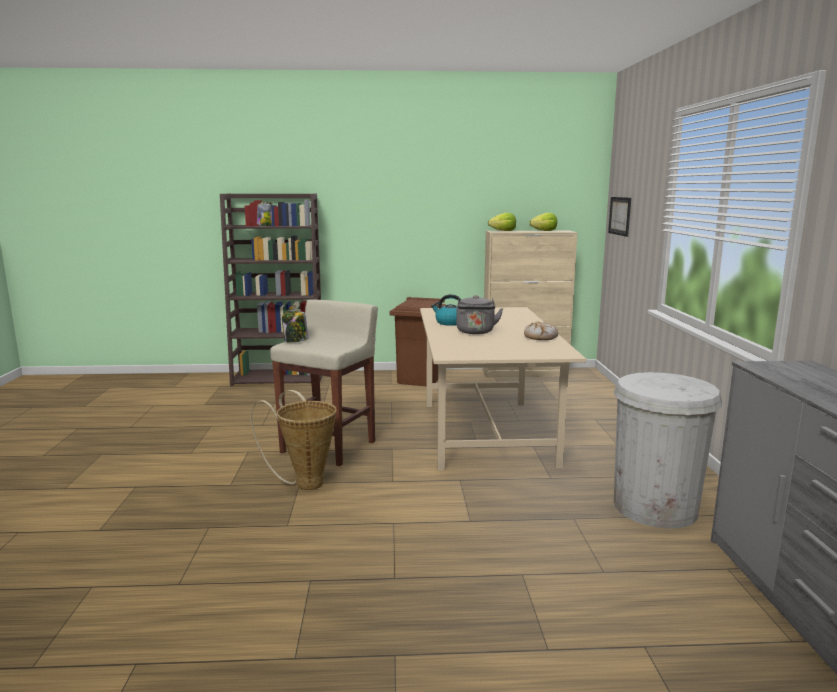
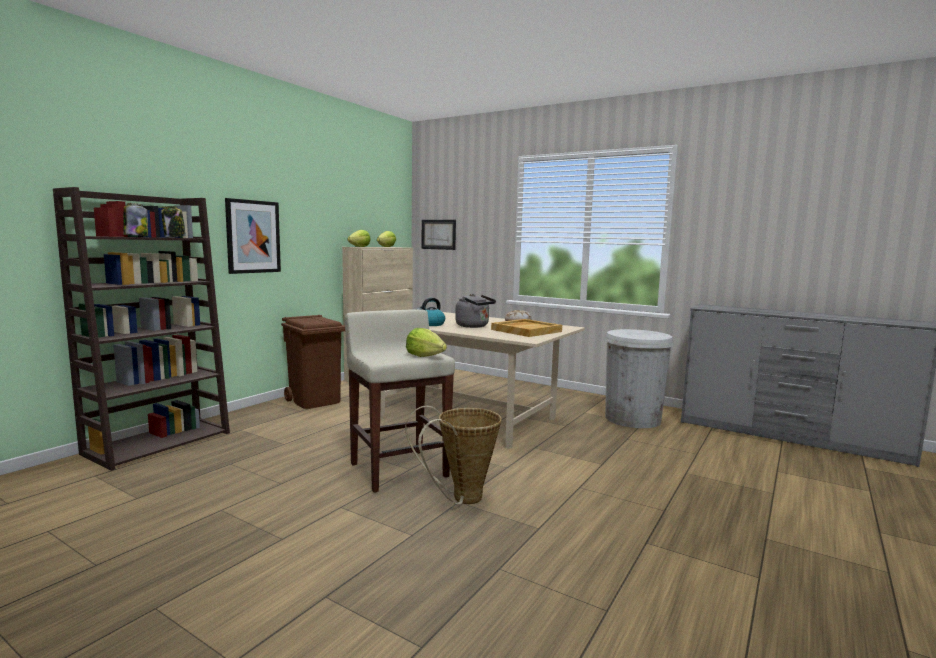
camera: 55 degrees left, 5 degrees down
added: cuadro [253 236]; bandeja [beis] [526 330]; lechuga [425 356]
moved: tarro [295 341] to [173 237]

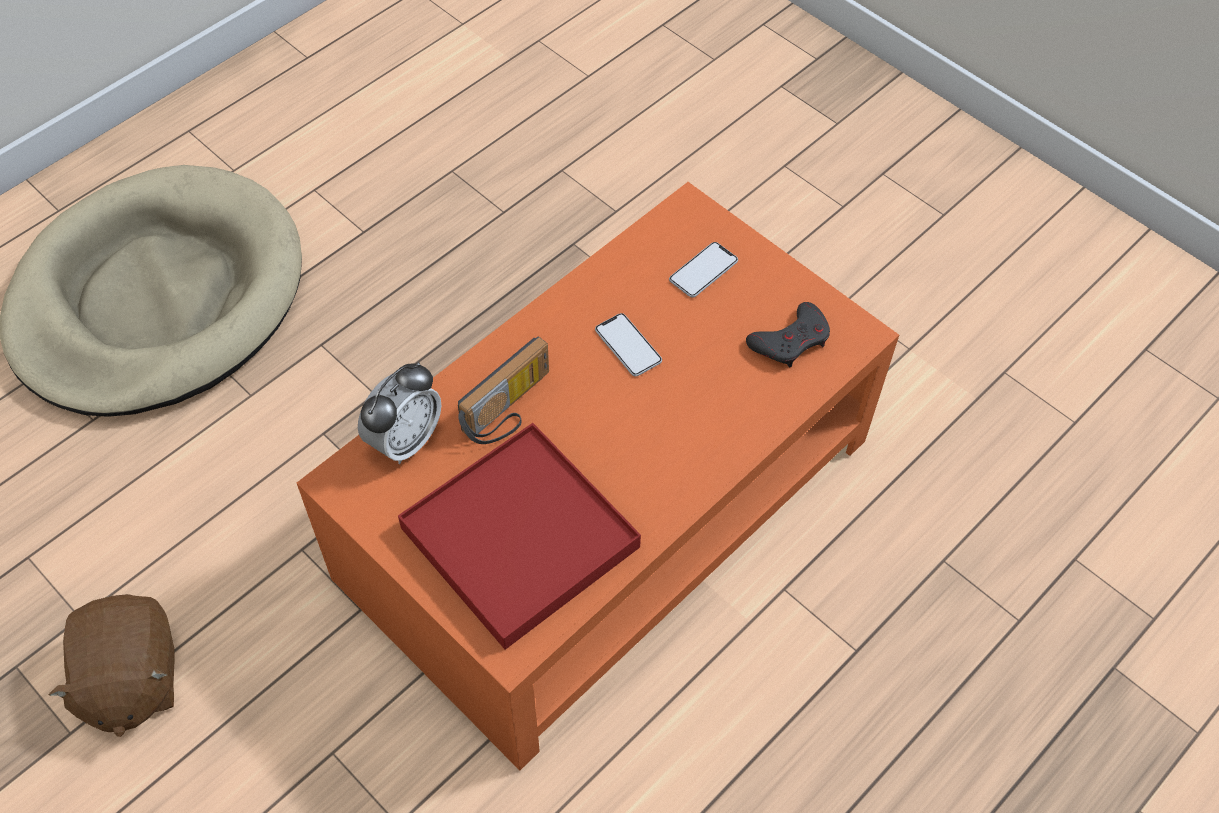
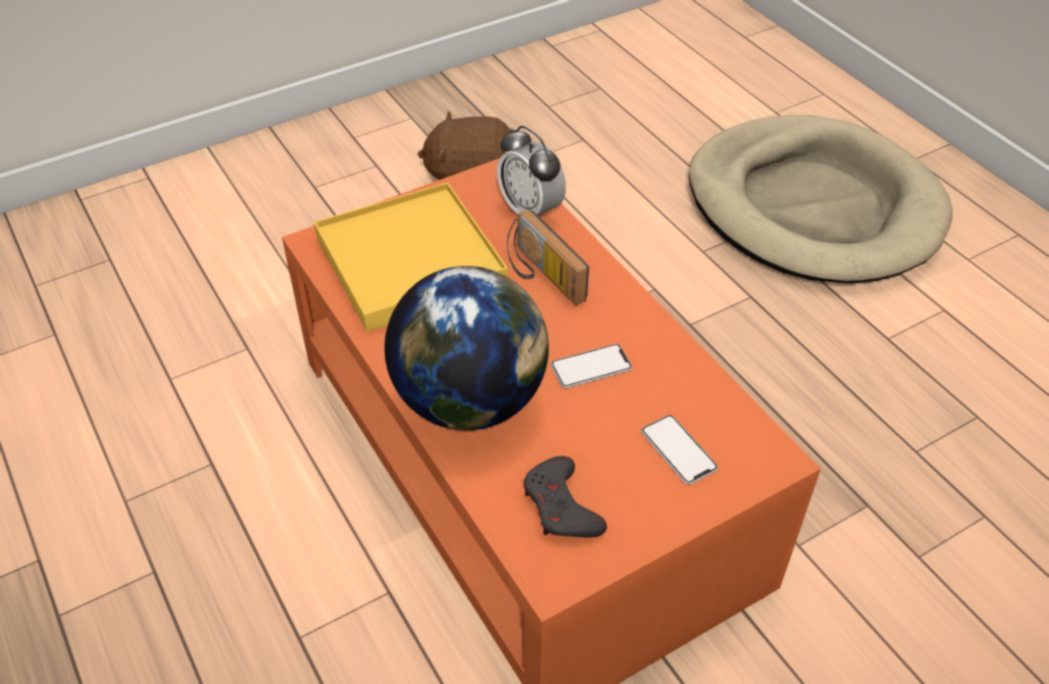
camera: 105 degrees right, 10 degrees down
added: globo terráqueo [470 401]
recoloured: bandeja [rojo] [520 537] to bandeja [amarillo] [411 261]

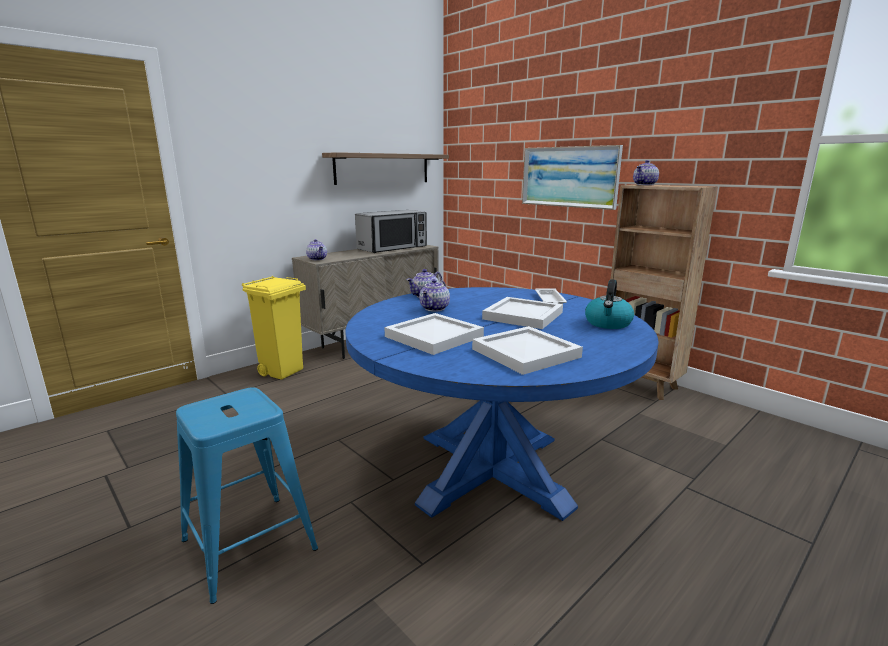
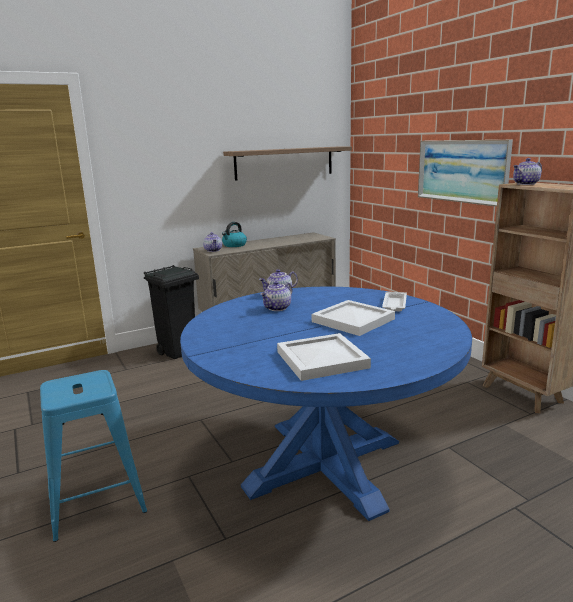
camera: 15 degrees right, 0 degrees up
removed: microondas [393 248]; bandeja [blanco] [434 337]
moved: hervidor [608 323] to [234 245]
recoloured: papelera [amarillo] [282 371] to papelera [negro] [178 352]

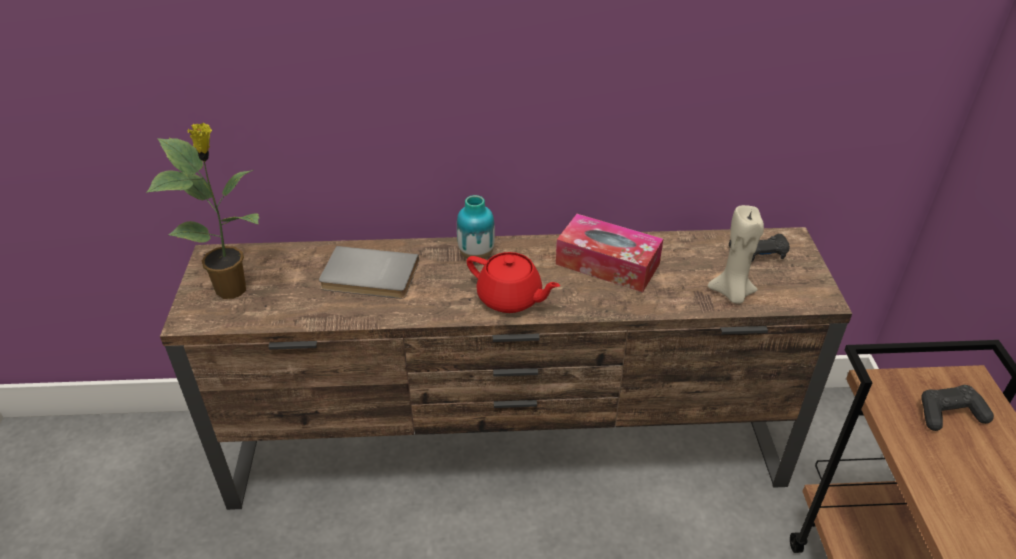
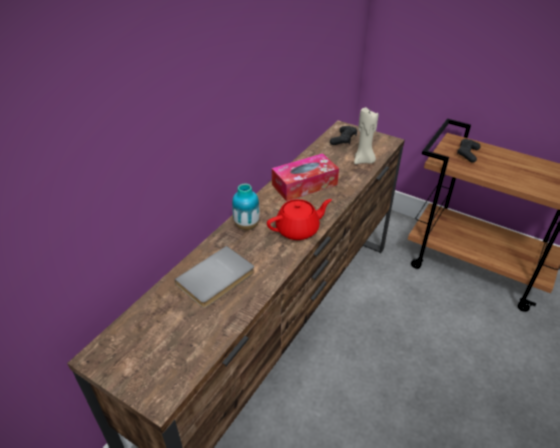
camera: 55 degrees left, 0 degrees up
removed: planta en maceta [234 289]

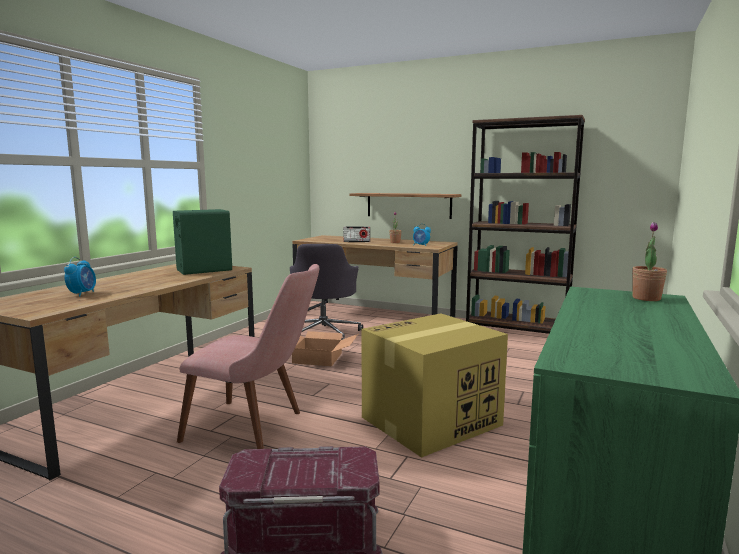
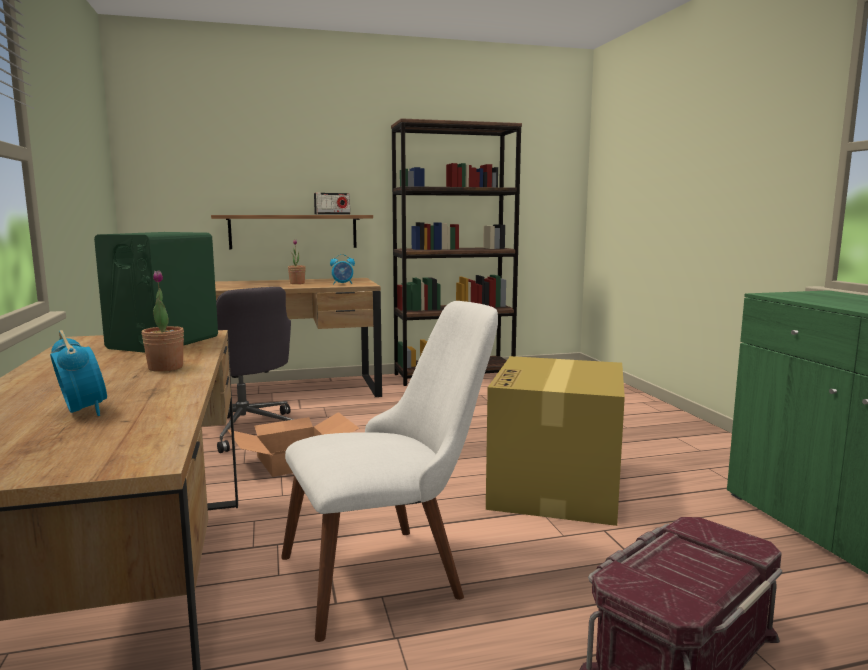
camera: 40 degrees left, 0 degrees up
moved: planta en maceta [646 298] to [165 368]; radio [356 242] to [332 214]
recoloured: silla [rosa] [257 427] to silla [blanco] [392 570]

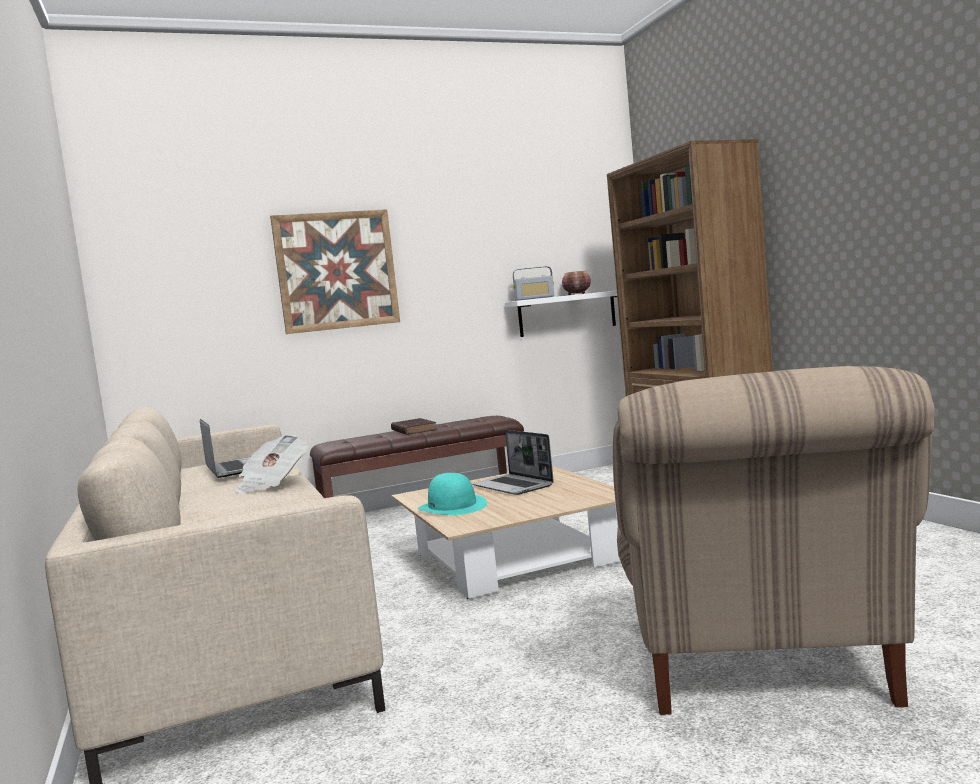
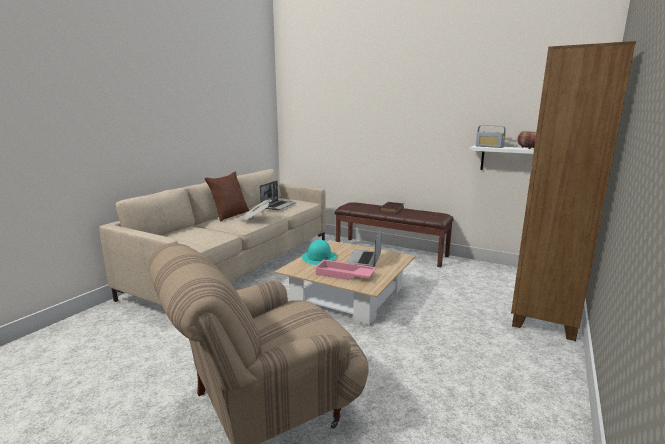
camera: 50 degrees right, 10 degrees up
removed: cuadro [336 271]
added: cojín [marrón] [230 215]; bandeja [rosa] [344 275]

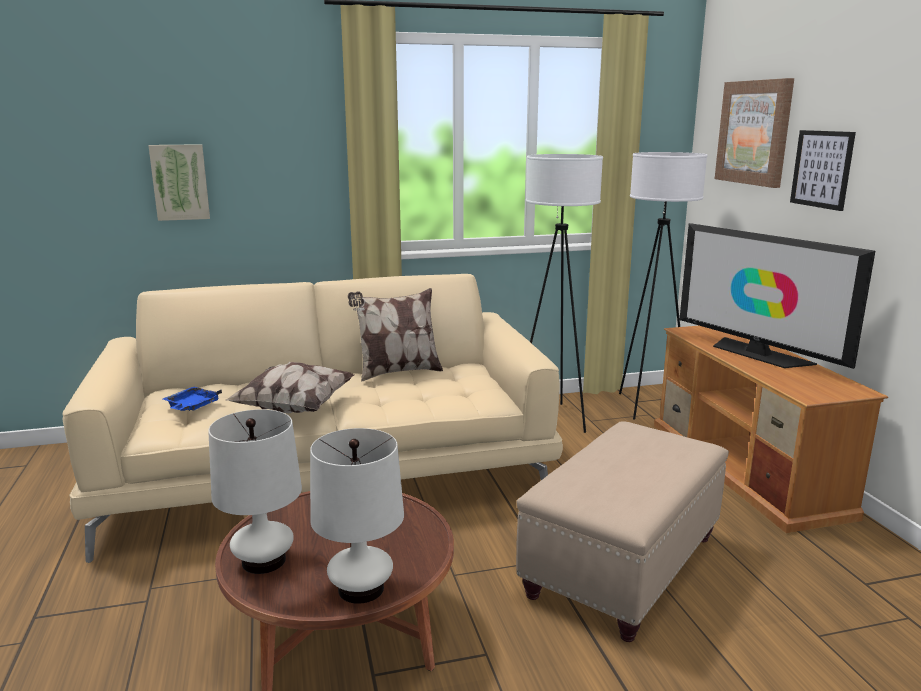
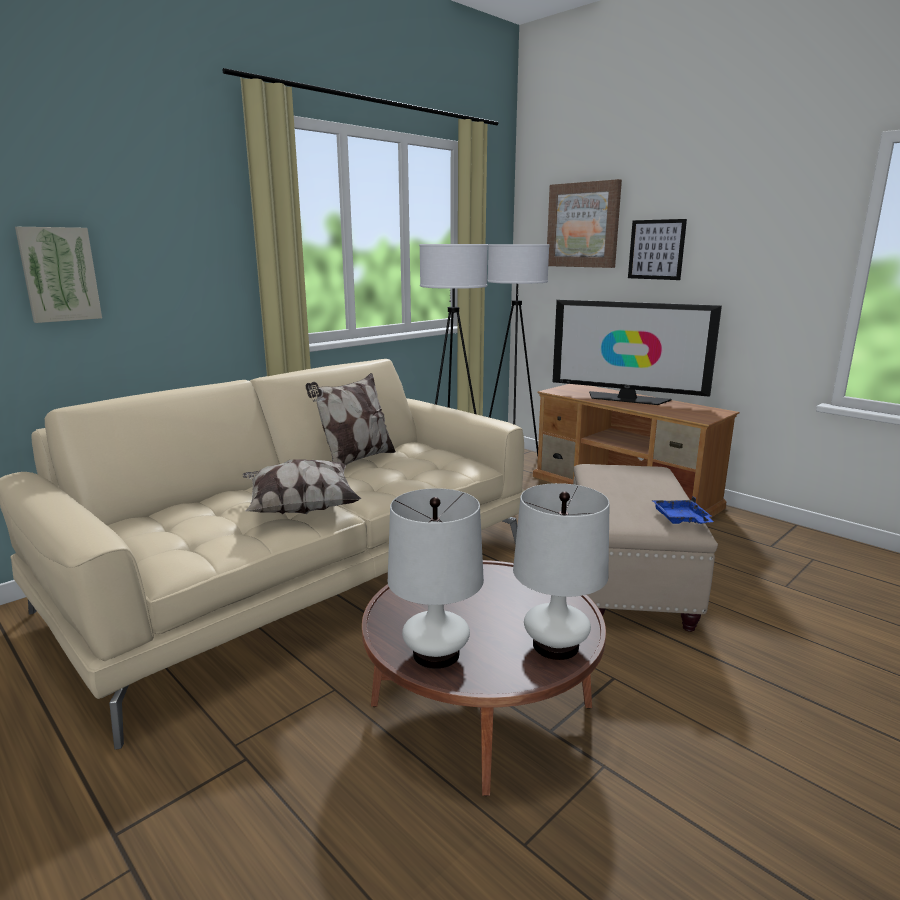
camera: 30 degrees left, 0 degrees up
moved: bandeja [azul] [191 406] to [681 519]

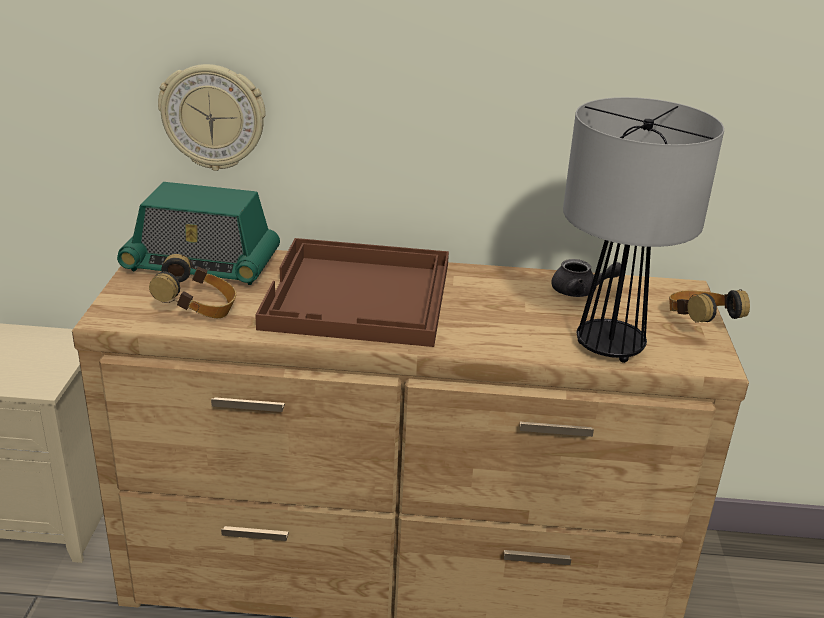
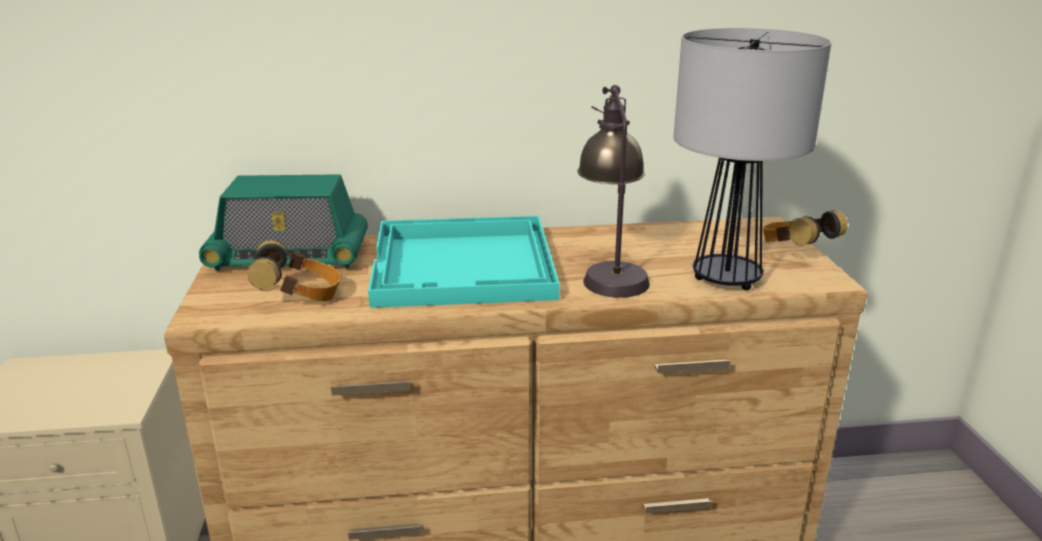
camera: 10 degrees left, 5 degrees down
removed: reloj de pared [213 117]; tetera [gris] [580 291]
added: lámpara de mesa [610 271]
recoloured: bandeja [marrón] [360 296] to bandeja [turquesa] [464 265]

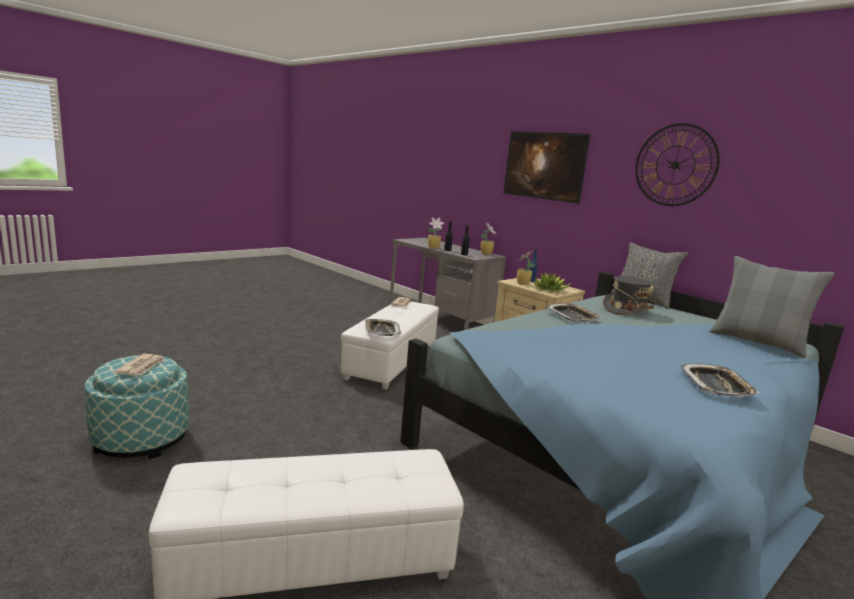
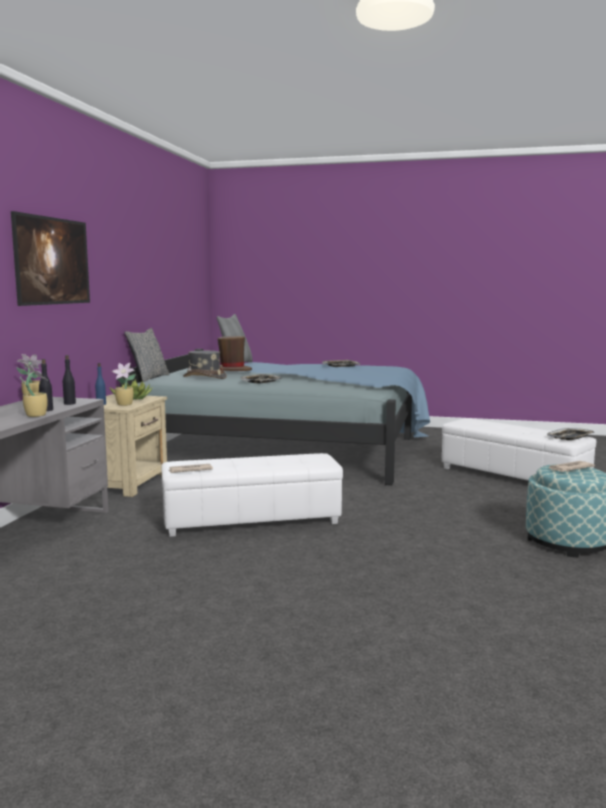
camera: 120 degrees left, 5 degrees down
removed: reloj de pared [675 165]
added: sombrero [marrón] [232 369]
moved: bandeja [381 331] to [571 437]

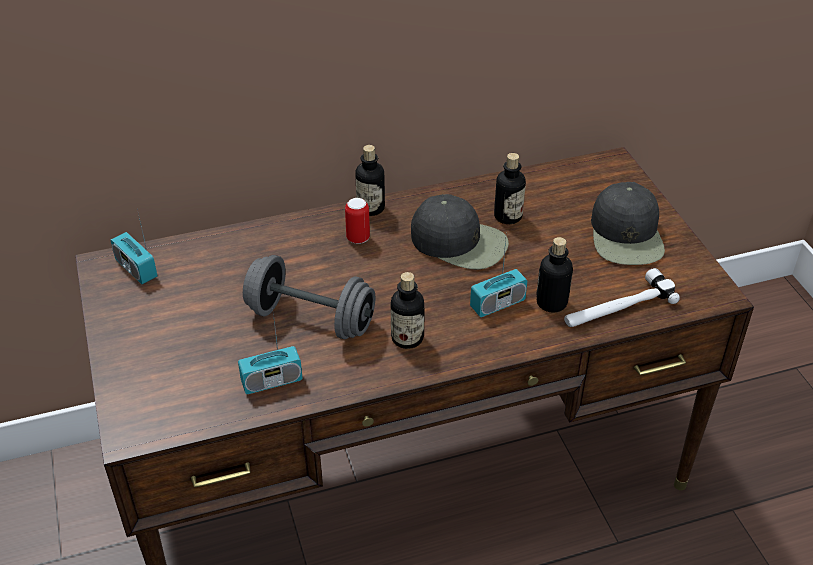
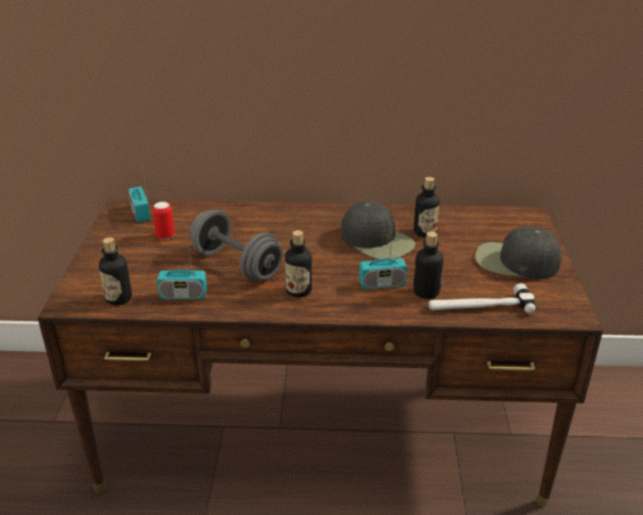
camera: 20 degrees right, 10 degrees down
moved: botella [370 208] to [119 298]; lata [358 238] to [165 236]
turned: gorra [negro] [627 235] = [515 261] 90 degrees clockwise

